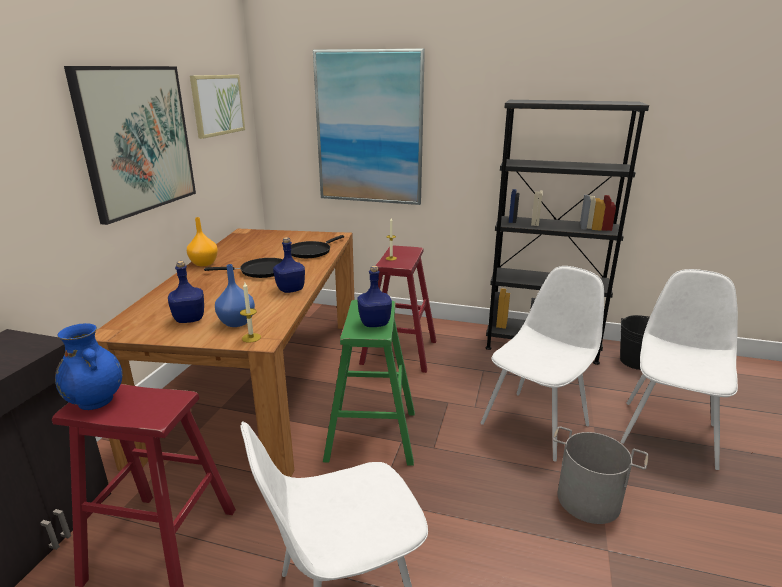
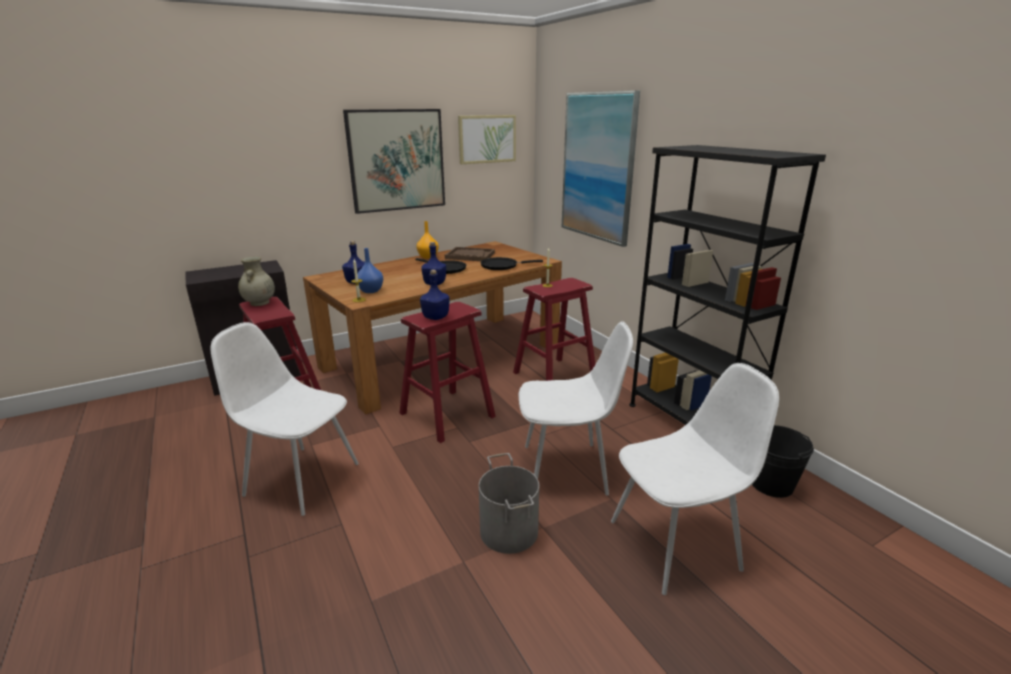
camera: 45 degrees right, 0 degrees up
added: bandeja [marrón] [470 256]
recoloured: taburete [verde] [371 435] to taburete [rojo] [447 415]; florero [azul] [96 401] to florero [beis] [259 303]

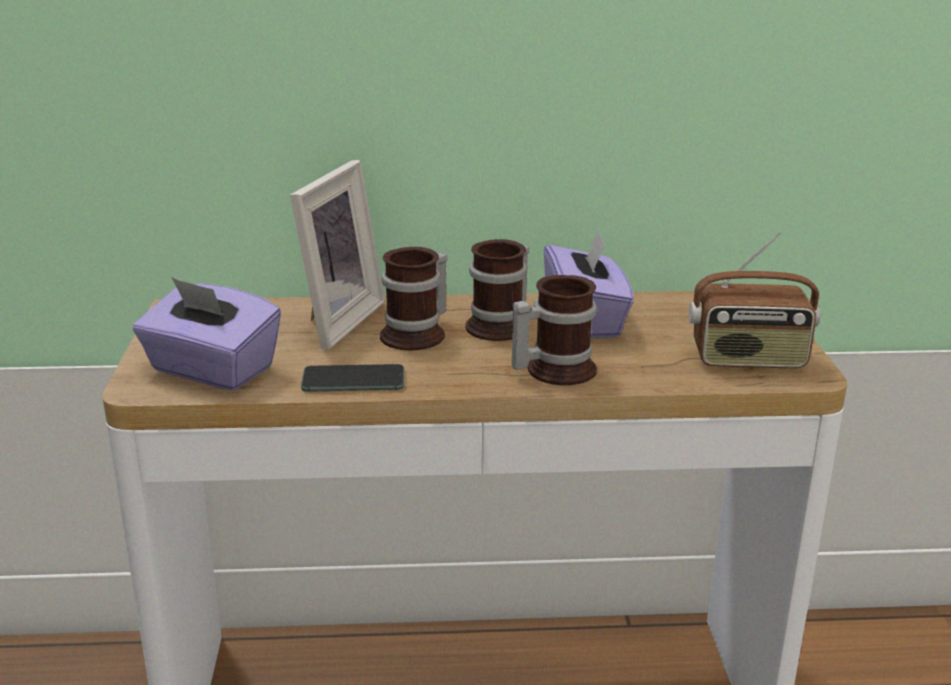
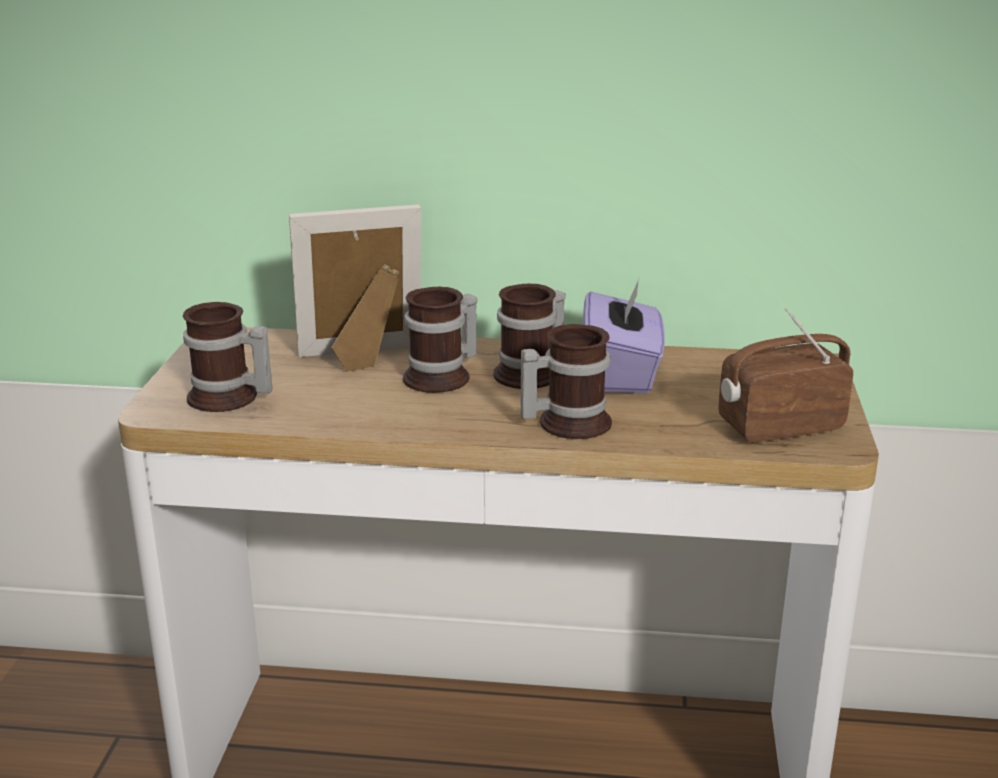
camera: 10 degrees right, 0 degrees up
removed: móvil [353 380]
replaced: caja de pañuelos [morado] [211 370] to taza grande [227 399]
turned: portarretratos [333 321] = [363 358] 135 degrees counterclockwise; radio [748 360] = [779 426] 150 degrees clockwise

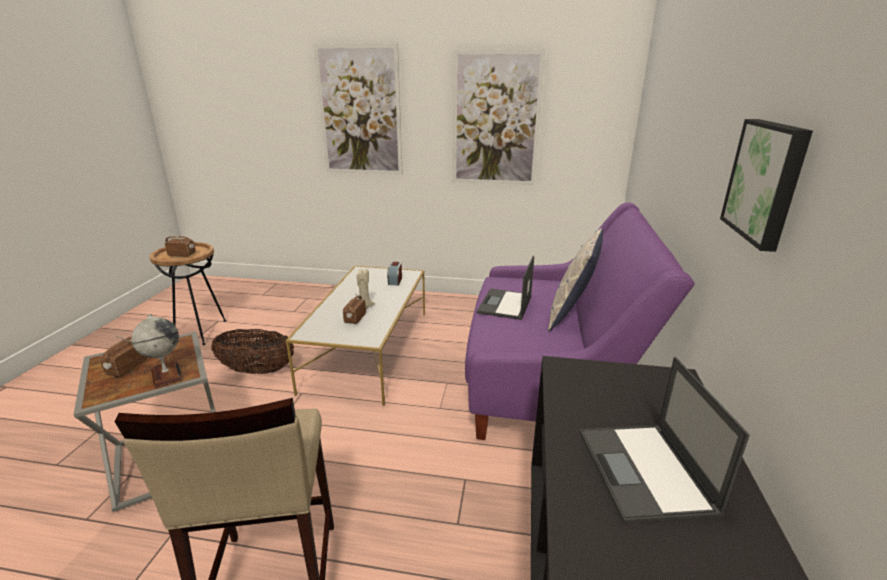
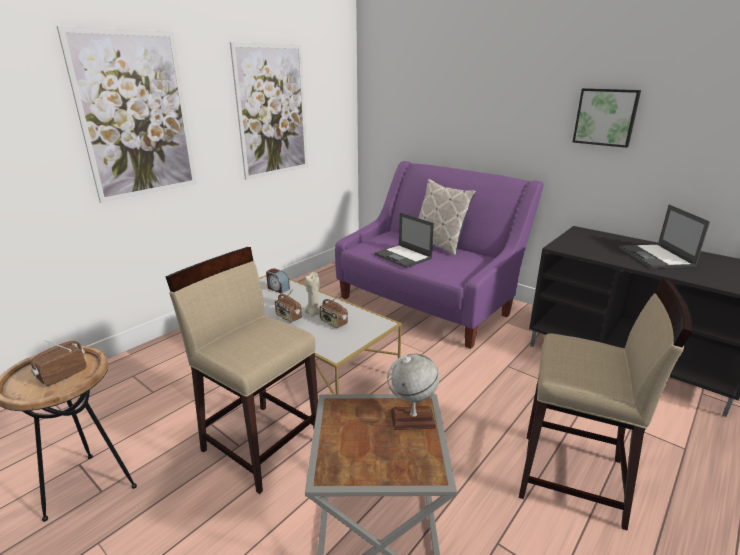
camera: 60 degrees left, 0 degrees up
moved: radio [127 368] to [288 317]
replaced: cesta [257 370] to taburete [beis] [261 444]
turned: portátil [645 472] = [656 257] 60 degrees clockwise

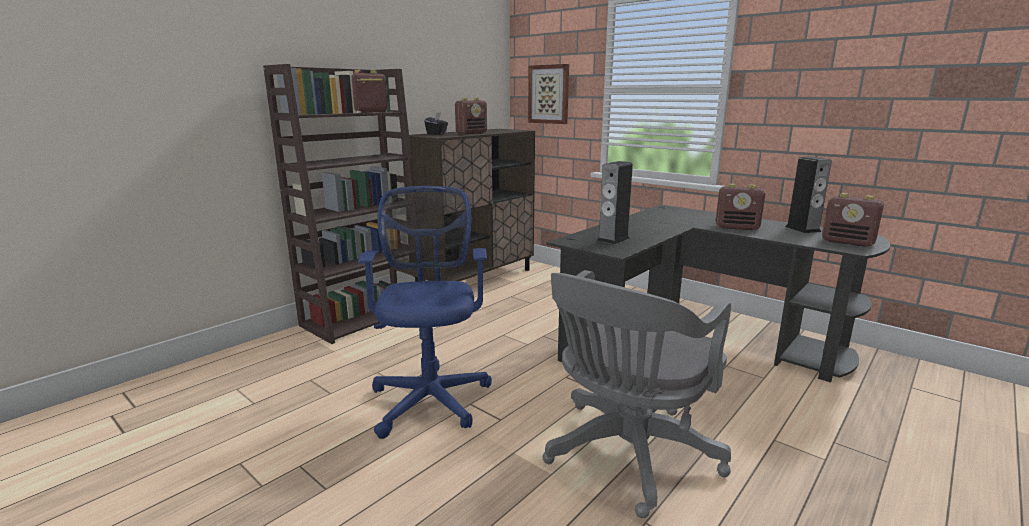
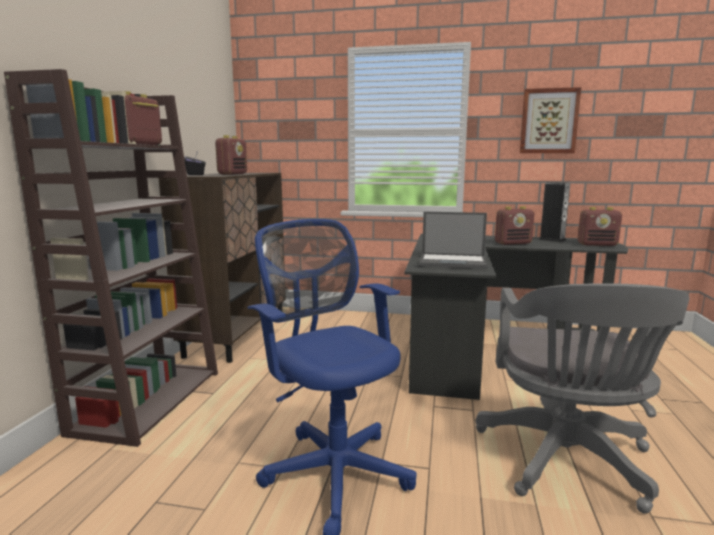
camera: 30 degrees left, 5 degrees down
moved: cuadro [549 94] to [549 121]
replaced: altavoz [613 239] to portátil [453 262]

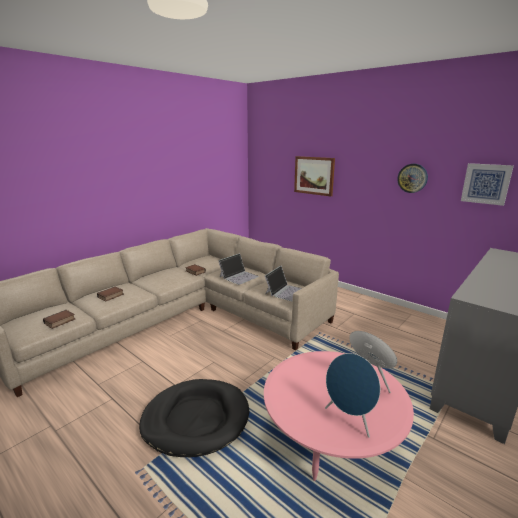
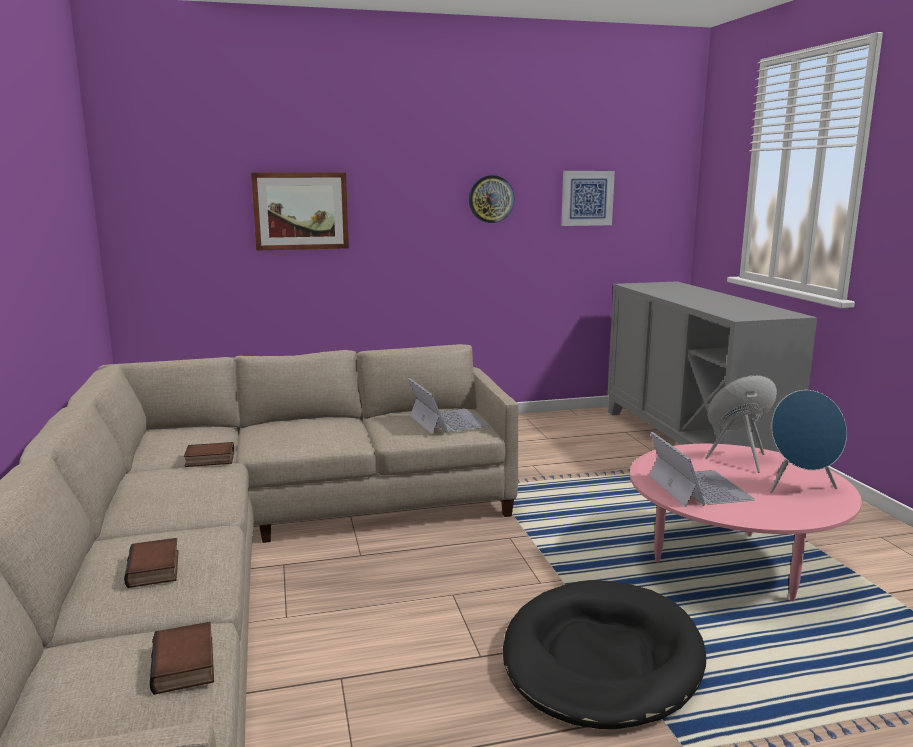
camera: 55 degrees left, 5 degrees down
moved: portátil [239 276] to [698 488]

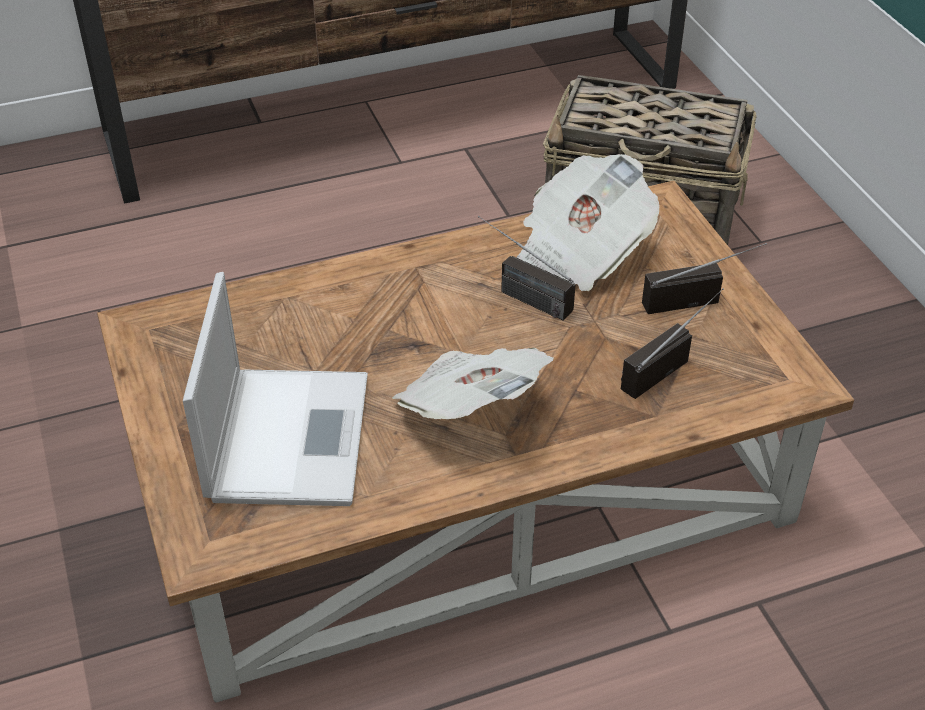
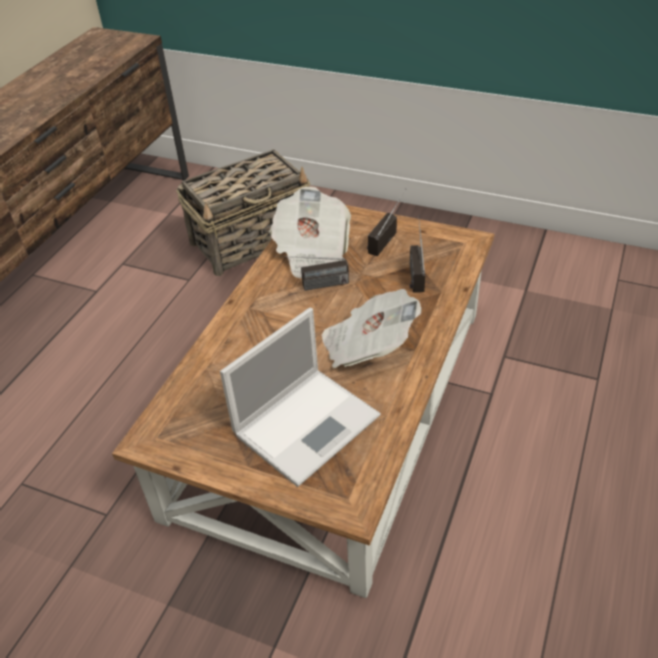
camera: 45 degrees left, 0 degrees up
turned: portátil [288 434] = [308 423] 90 degrees clockwise

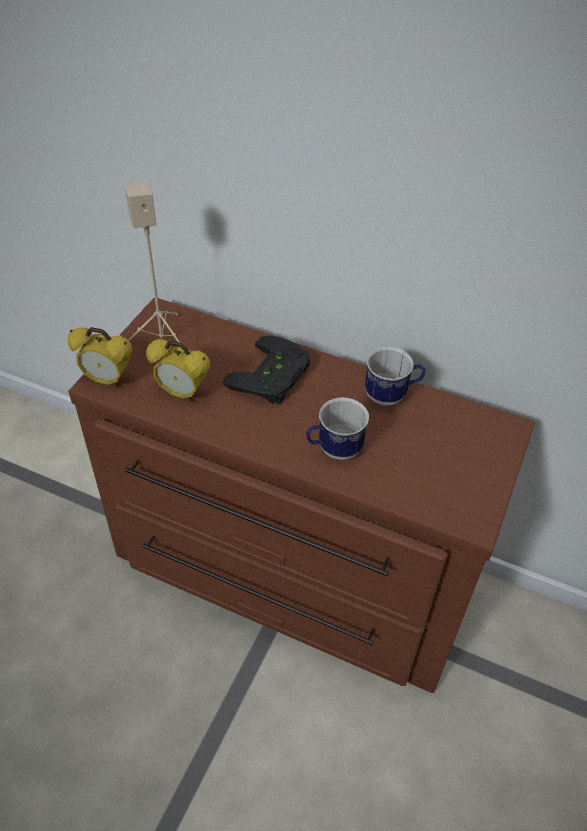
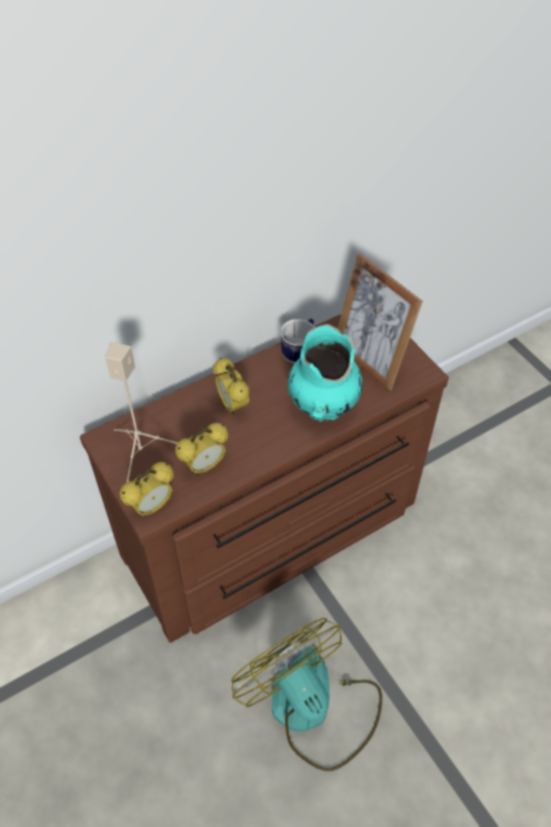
camera: 55 degrees left, 5 degrees up
added: portarretratos [369 361]; ventilador [312 708]
replaced: mando de consola [negro] [274 377] to despertador [232 405]; taza grande [334 450] to florero [turquesa] [323 408]

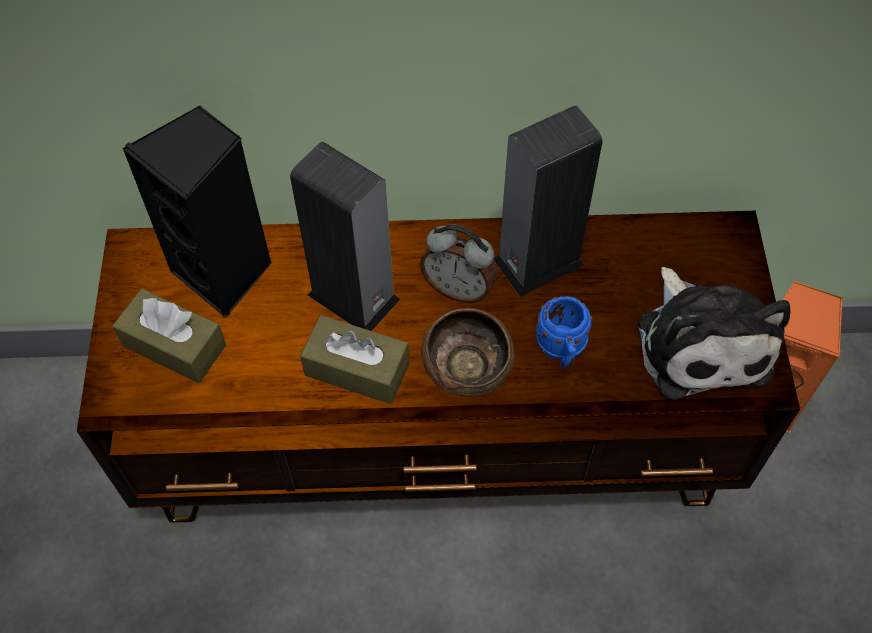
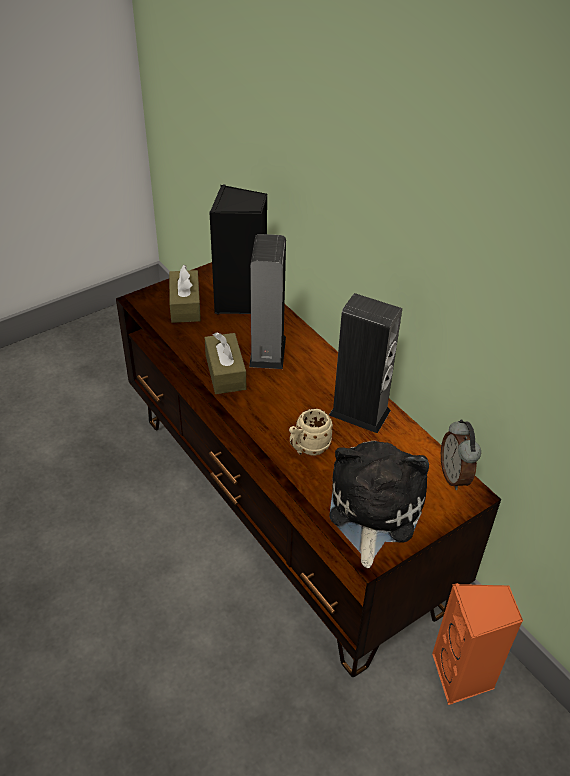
camera: 55 degrees right, 15 degrees down
removed: cuenco [marrón] [468 377]
moved: despertador [458 288] to [455 476]
recoloured: taza grande [azul] [561 351] to taza grande [beis] [308 448]
turned: peluche [701 341] = [373 511] 150 degrees clockwise

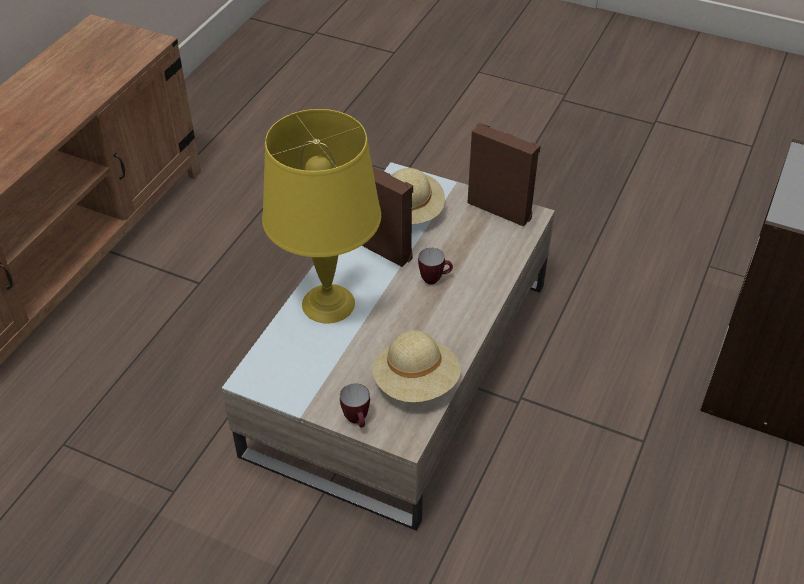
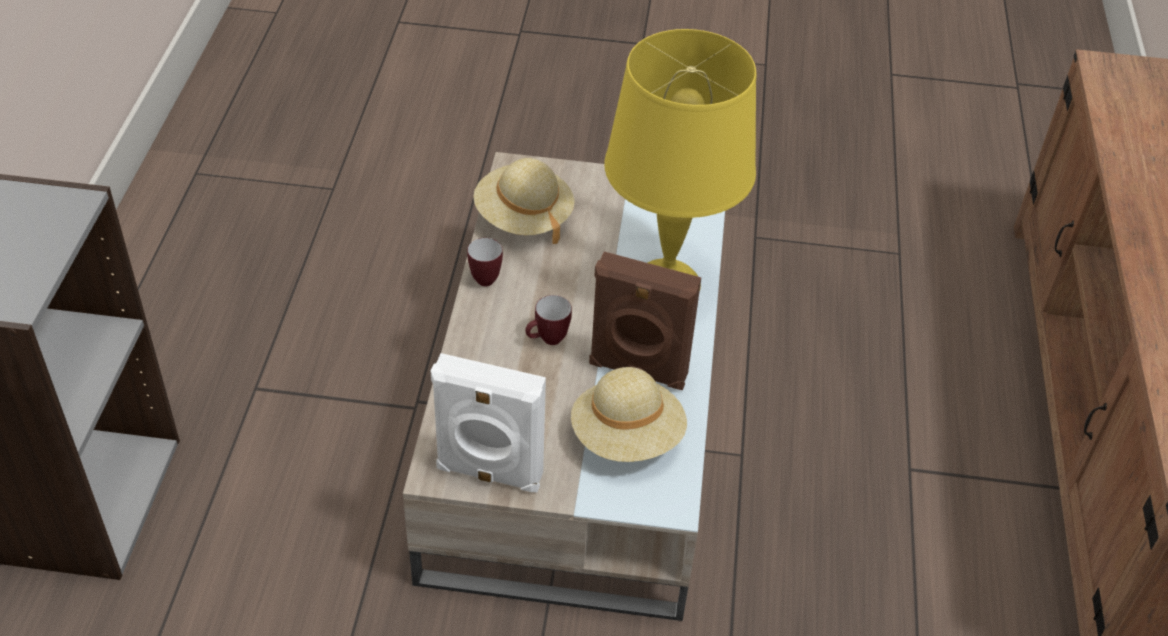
camera: 160 degrees right, 0 degrees up
moved: taza grande [357 421] to [481 277]
recoloured: altavoz [marrón] [500 209] to altavoz [blanco] [489 473]

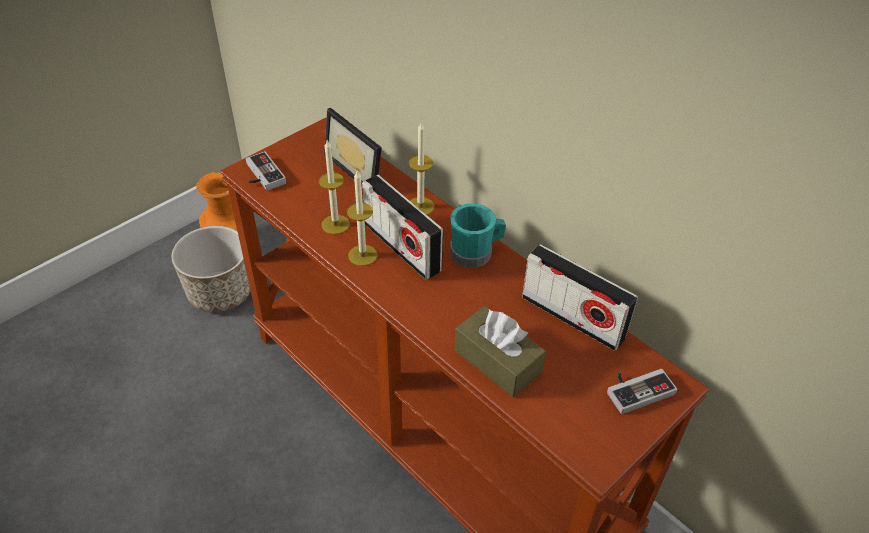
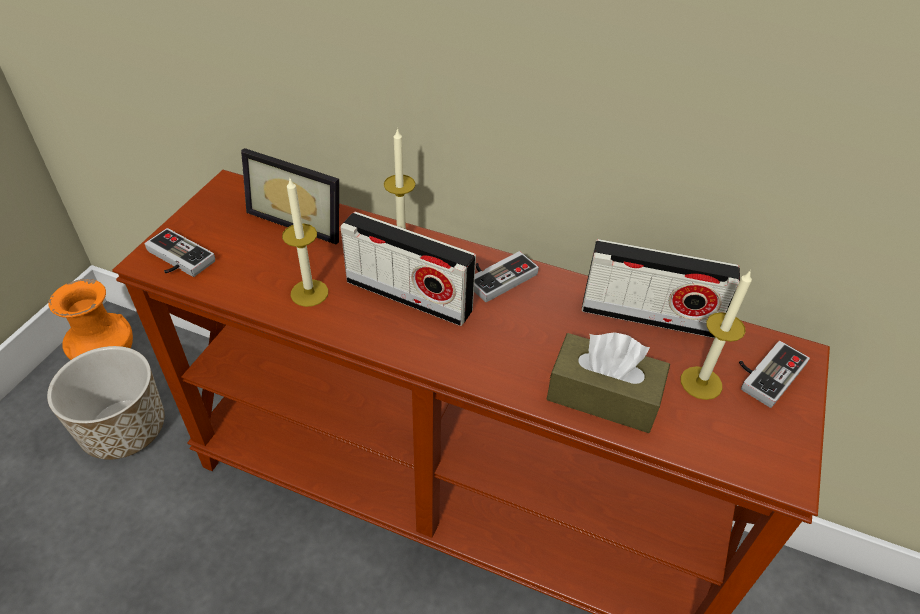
camera: 25 degrees left, 0 degrees up
moved: vela [362 255] to [701 383]
replaced: taza grande [turquesa] [475 252] to mando de consola [498 276]

